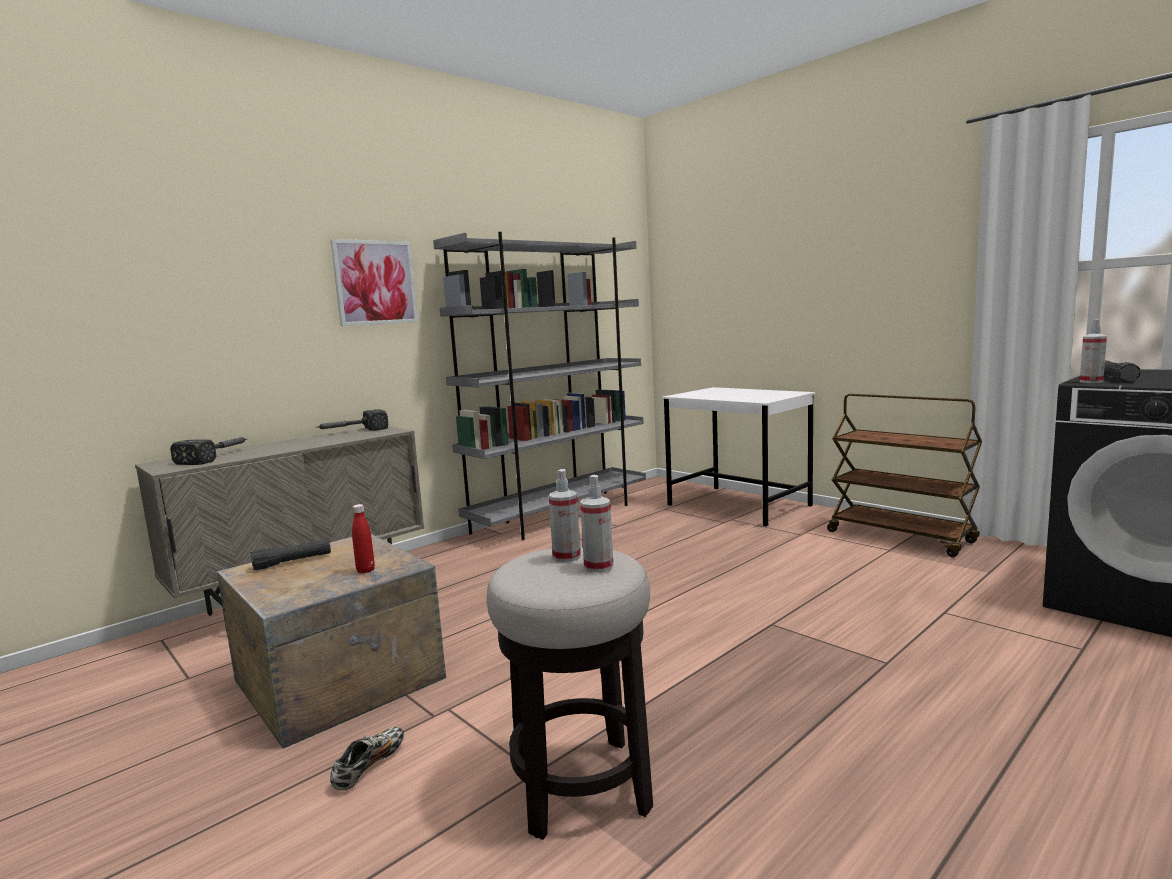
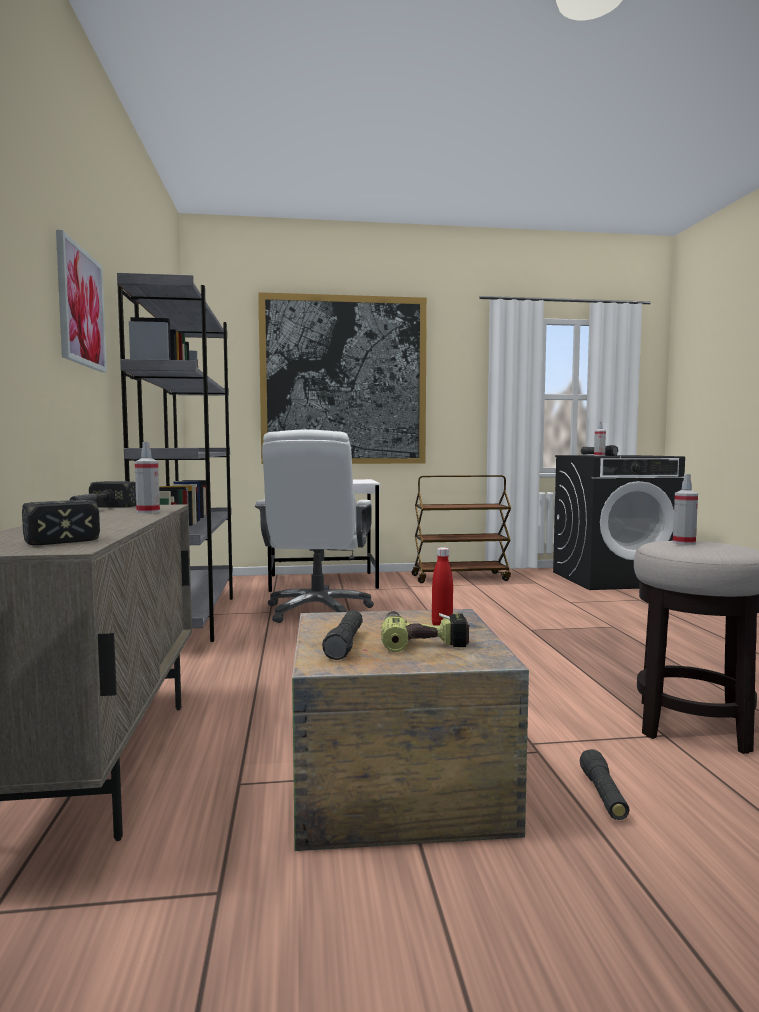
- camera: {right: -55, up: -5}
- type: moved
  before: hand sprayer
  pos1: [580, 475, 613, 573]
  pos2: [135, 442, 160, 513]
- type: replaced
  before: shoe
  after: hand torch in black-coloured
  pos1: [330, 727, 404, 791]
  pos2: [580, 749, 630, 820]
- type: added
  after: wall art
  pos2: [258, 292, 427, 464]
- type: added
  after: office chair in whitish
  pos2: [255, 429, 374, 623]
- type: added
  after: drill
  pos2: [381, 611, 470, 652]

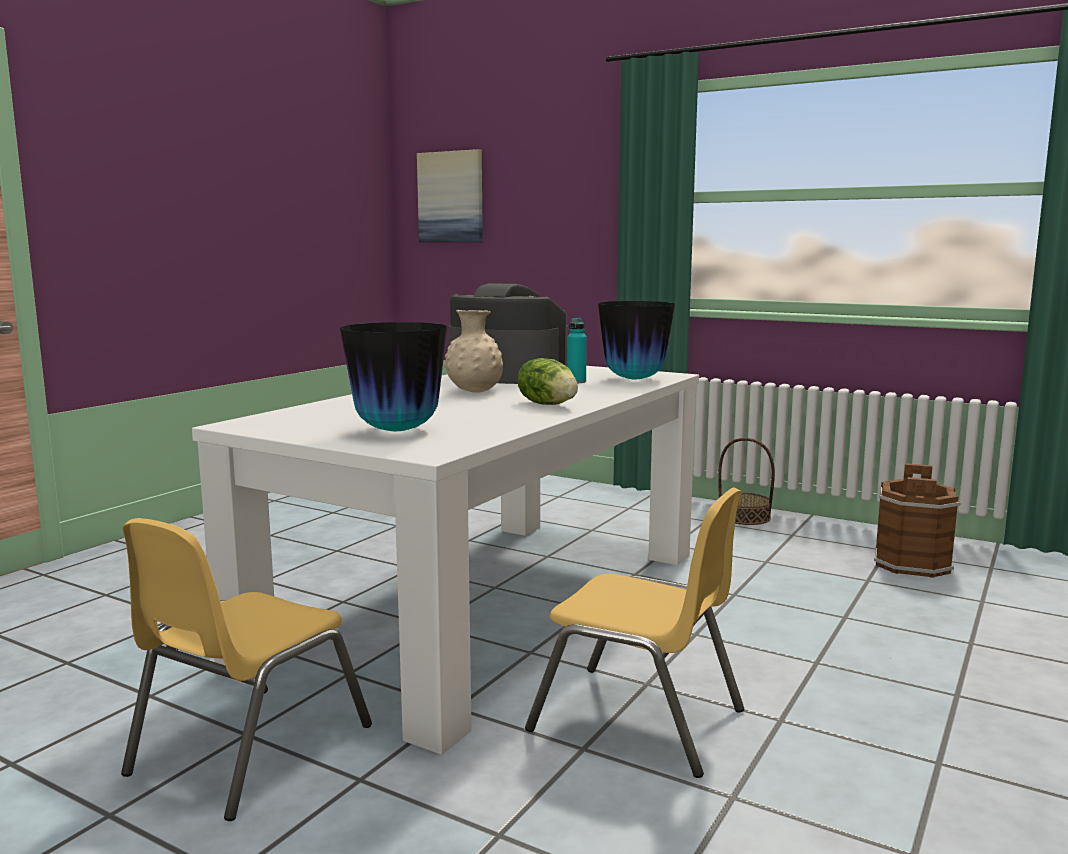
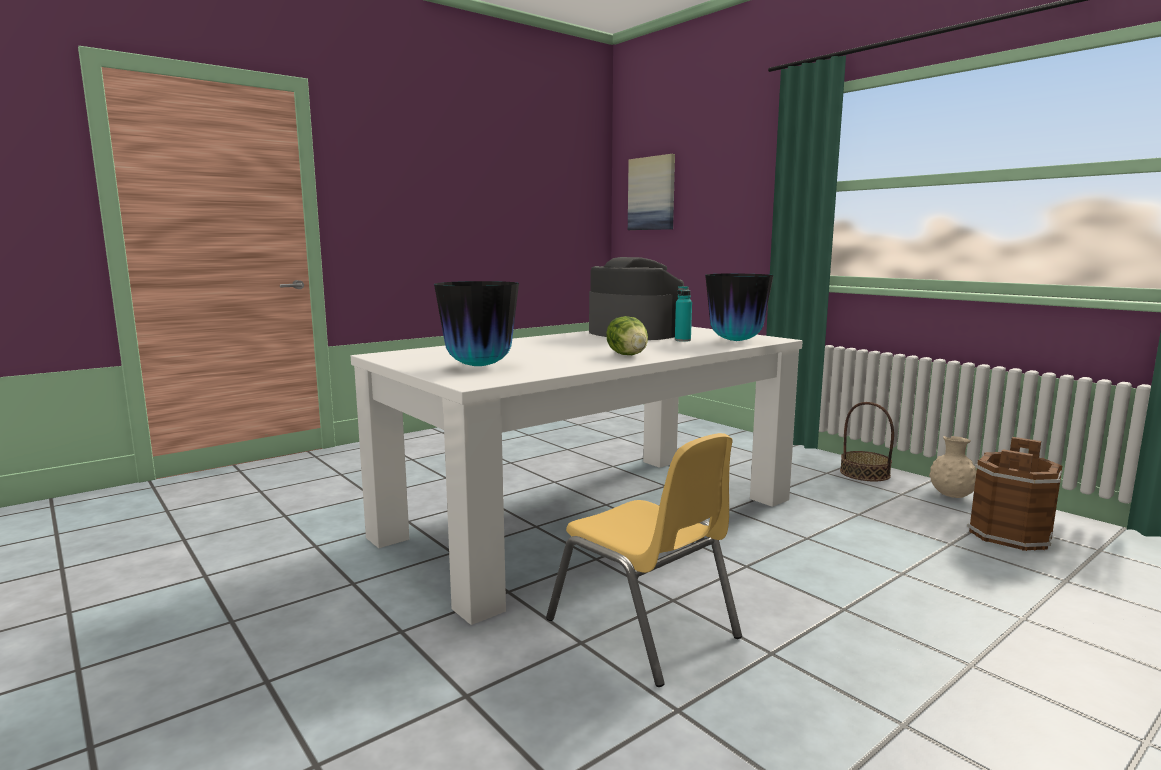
- camera: {right: 20, up: 0}
- type: moved
  before: vase in beige
  pos1: [444, 310, 503, 393]
  pos2: [929, 436, 976, 498]
- type: removed
  before: plain chair in yellow-coloured
  pos1: [121, 518, 372, 821]

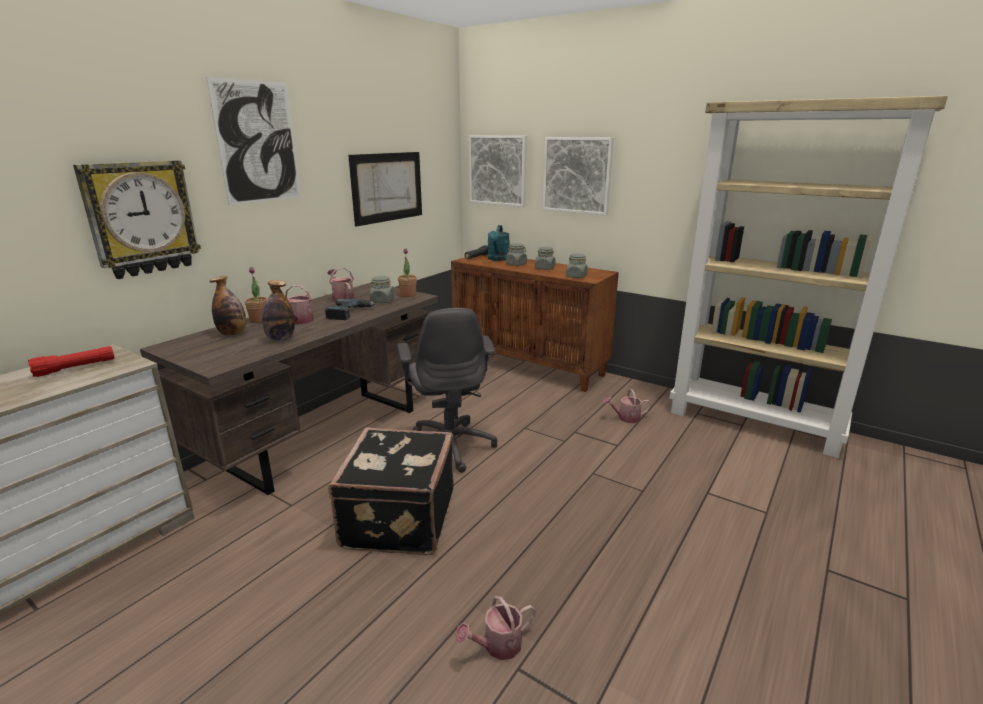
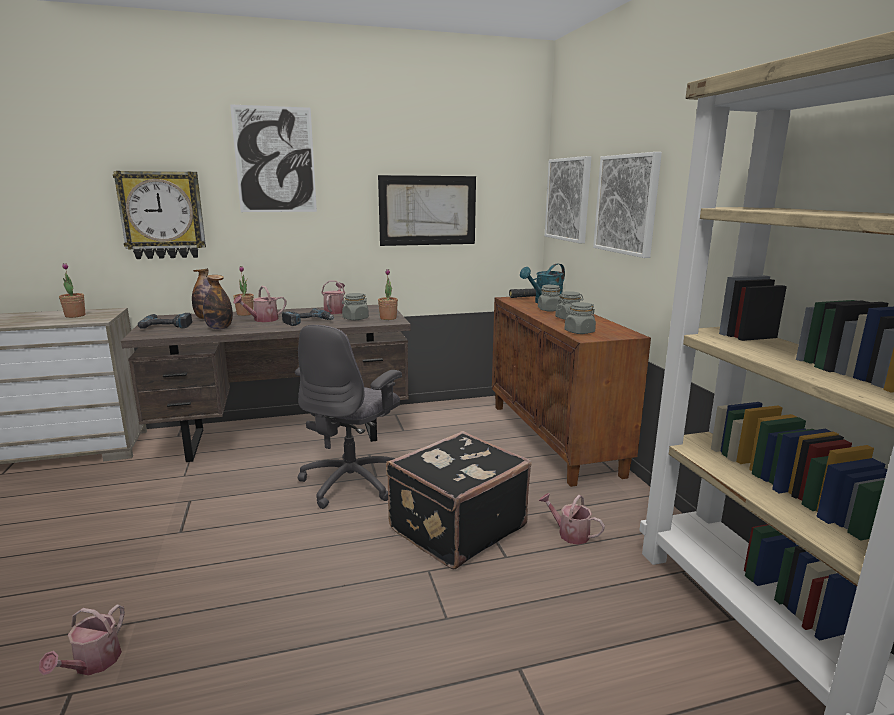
- camera: {right: 40, up: -5}
- type: replaced
  before: hand torch in red
  after: plant in a pot
  pos1: [28, 346, 115, 377]
  pos2: [59, 263, 85, 318]
- type: moved
  before: piece of luggage in black-coloured
  pos1: [328, 427, 454, 555]
  pos2: [386, 431, 532, 569]
- type: turned
  before: sprinkling can
  pos1: [455, 596, 536, 660]
  pos2: [39, 604, 125, 676]
  turn: -90
- type: added
  after: drill
  pos2: [138, 313, 192, 329]

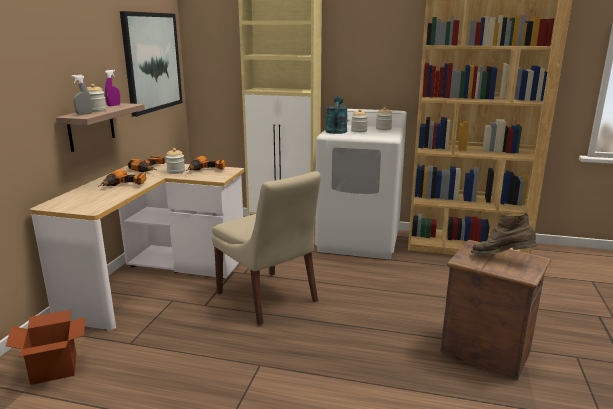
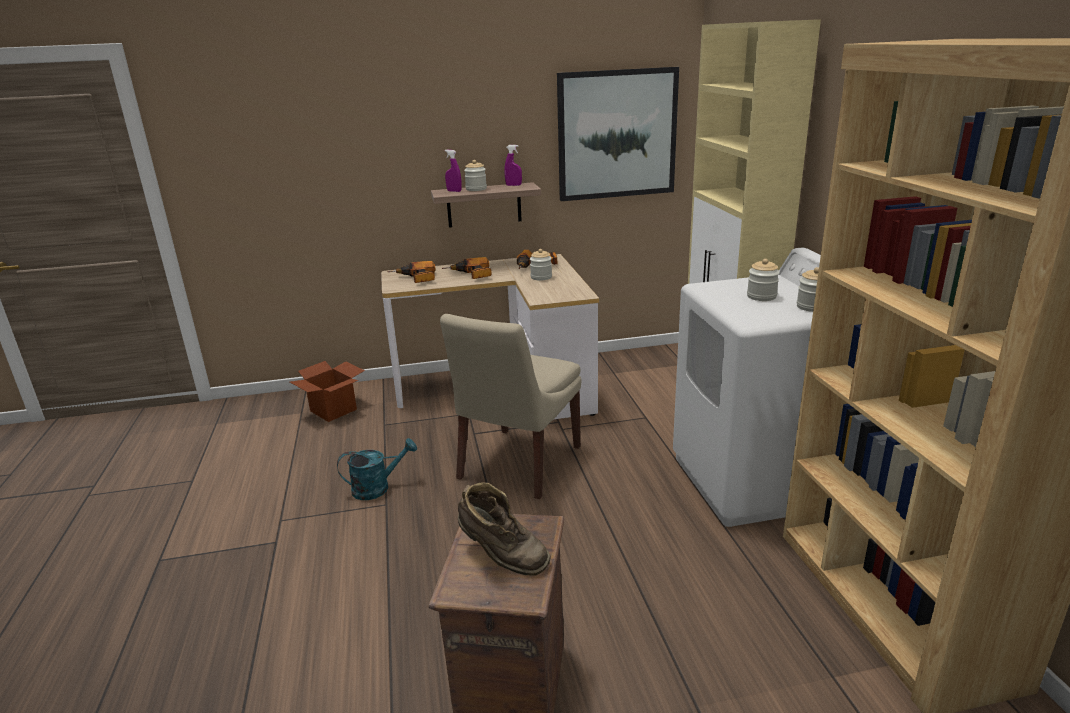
- camera: {right: 65, up: 5}
- type: recoloured
  before: hand sprayer in gray
  after: hand sprayer in purple-coloured
  pos1: [72, 75, 92, 115]
  pos2: [445, 150, 461, 192]
- type: moved
  before: sprinkling can in turquoise
  pos1: [325, 96, 348, 134]
  pos2: [337, 438, 417, 500]
- type: moved
  before: drill
  pos1: [186, 156, 225, 171]
  pos2: [387, 261, 436, 283]
- type: turned
  before: high-top boot in brown-coloured
  pos1: [471, 213, 537, 255]
  pos2: [458, 483, 550, 575]
  turn: 120

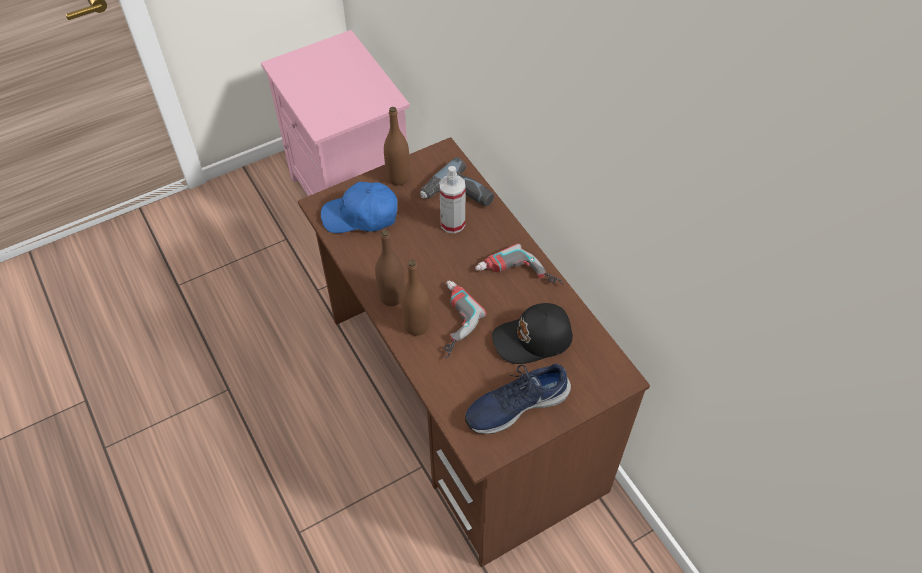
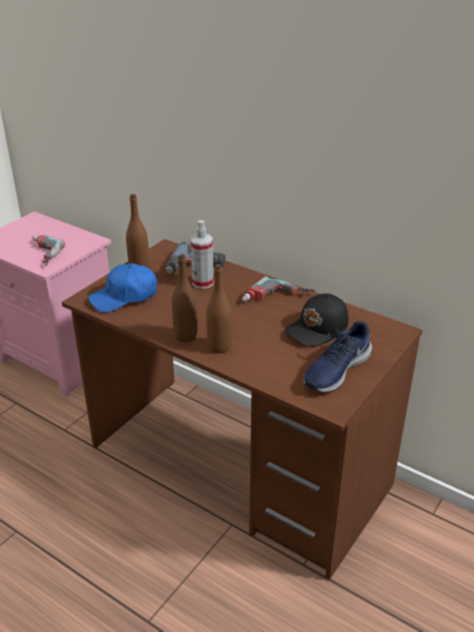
- camera: {right: -25, up: -20}
- type: moved
  before: drill
  pos1: [444, 281, 486, 359]
  pos2: [32, 235, 65, 267]

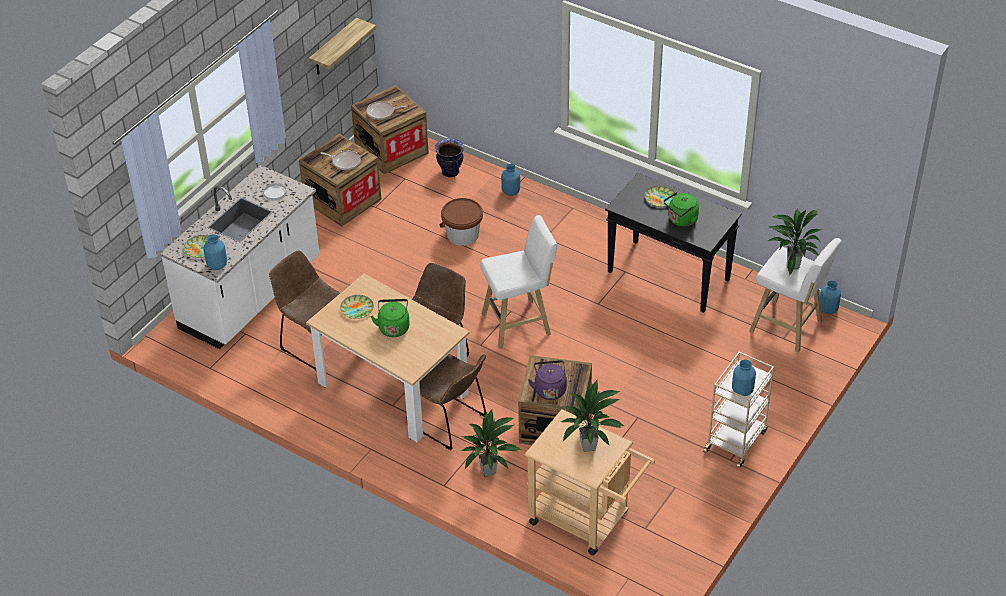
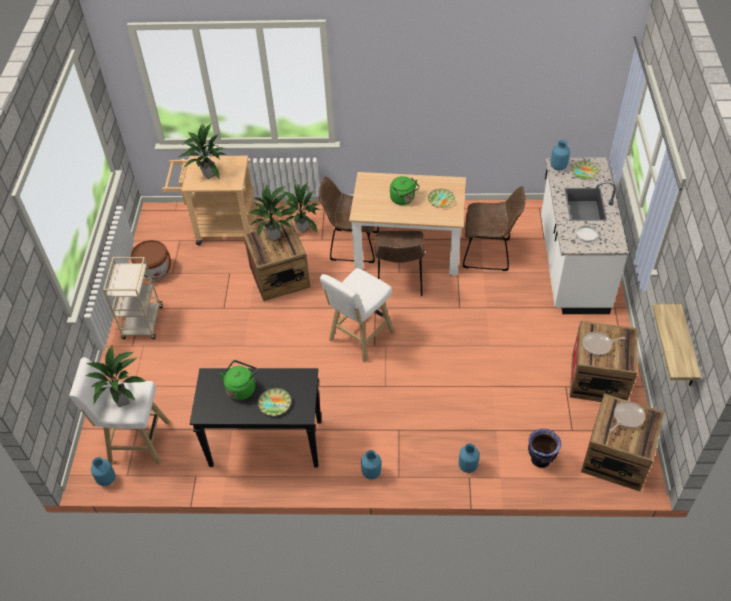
- camera: {right: 150, up: 5}
- type: moved
  before: bucket in brown-coloured
  pos1: [440, 198, 483, 246]
  pos2: [131, 240, 171, 281]
- type: moved
  before: vase in bluish
  pos1: [732, 359, 756, 396]
  pos2: [361, 450, 382, 480]
- type: replaced
  before: tea kettle in purple-coloured
  after: plant in a pot
  pos1: [528, 360, 567, 400]
  pos2: [249, 185, 297, 241]

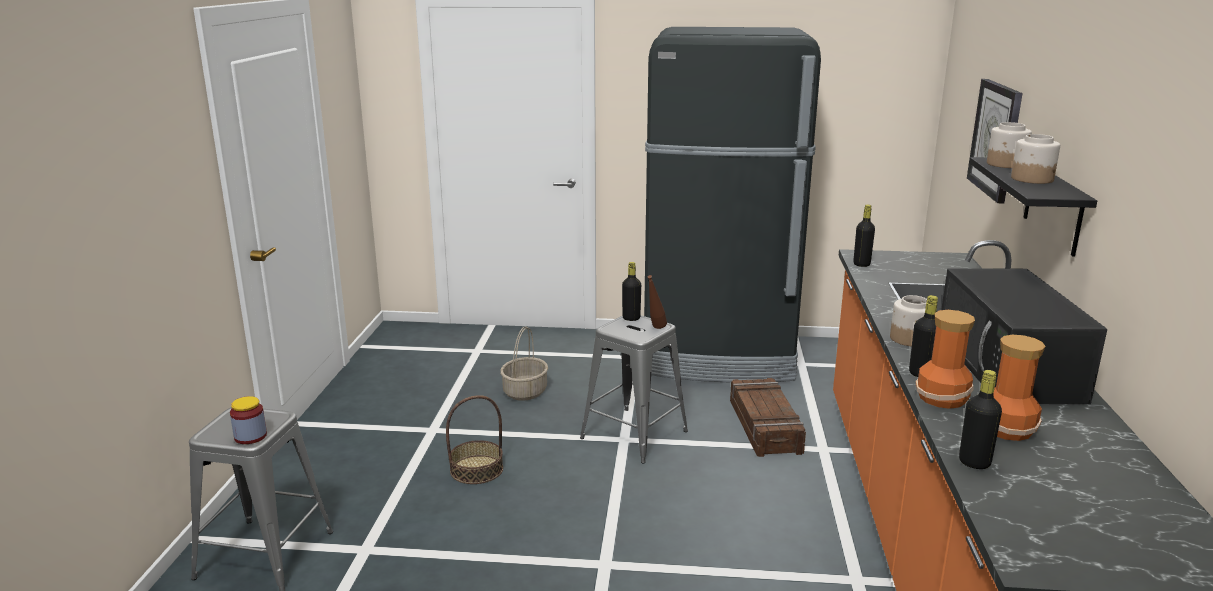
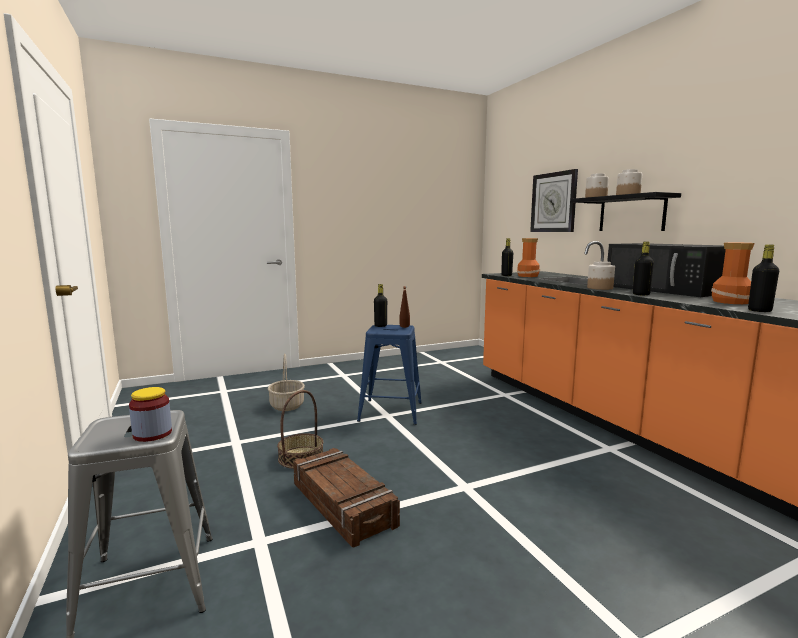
- camera: {right: -30, up: -10}
- type: removed
  before: refrigerator in black-coloured
  pos1: [644, 27, 821, 383]
- type: moved
  before: vase
  pos1: [916, 310, 975, 409]
  pos2: [517, 238, 540, 277]
- type: recoloured
  before: stool seat in gray
  after: stool seat in bluish
  pos1: [580, 315, 688, 464]
  pos2: [357, 325, 422, 425]
- type: moved
  before: packing crate
  pos1: [730, 378, 806, 457]
  pos2: [293, 448, 400, 547]

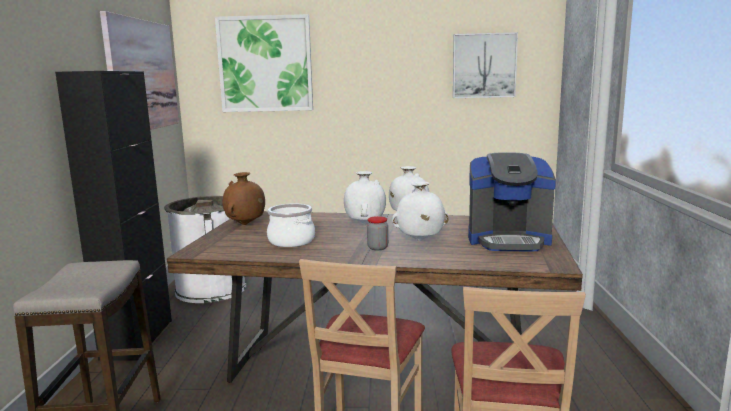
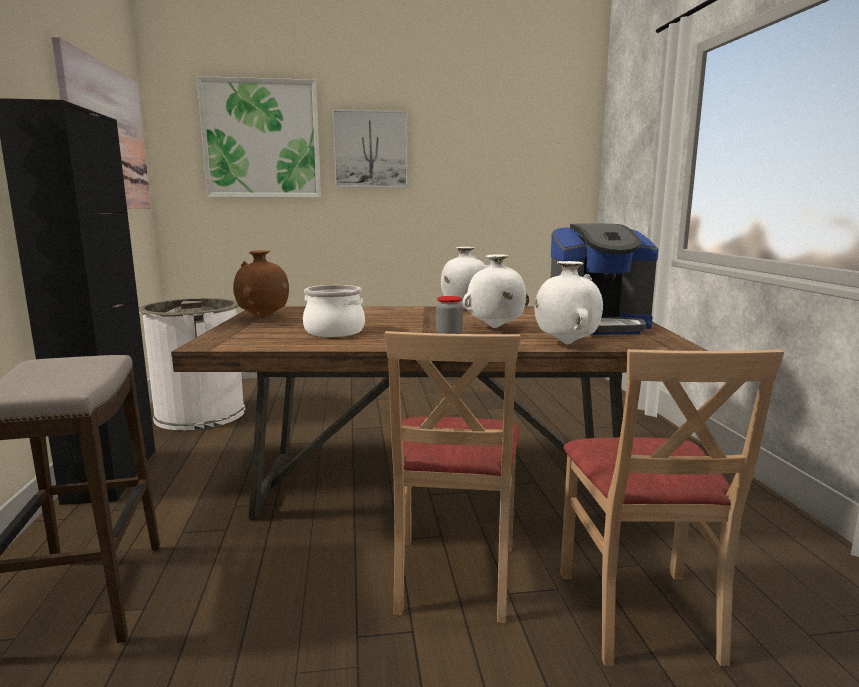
- camera: {right: -10, up: 0}
- type: moved
  before: wall art
  pos1: [453, 32, 518, 98]
  pos2: [332, 109, 408, 187]
- type: moved
  before: vase in whitish
  pos1: [344, 171, 386, 224]
  pos2: [535, 261, 603, 344]

